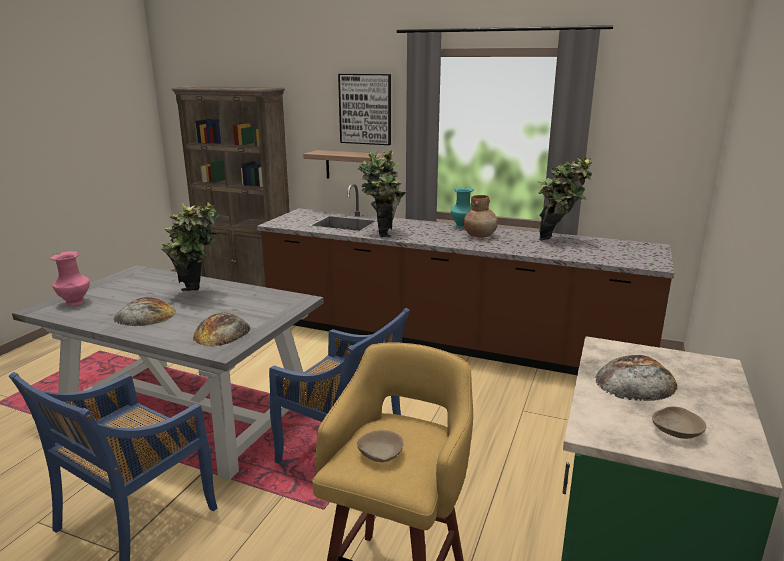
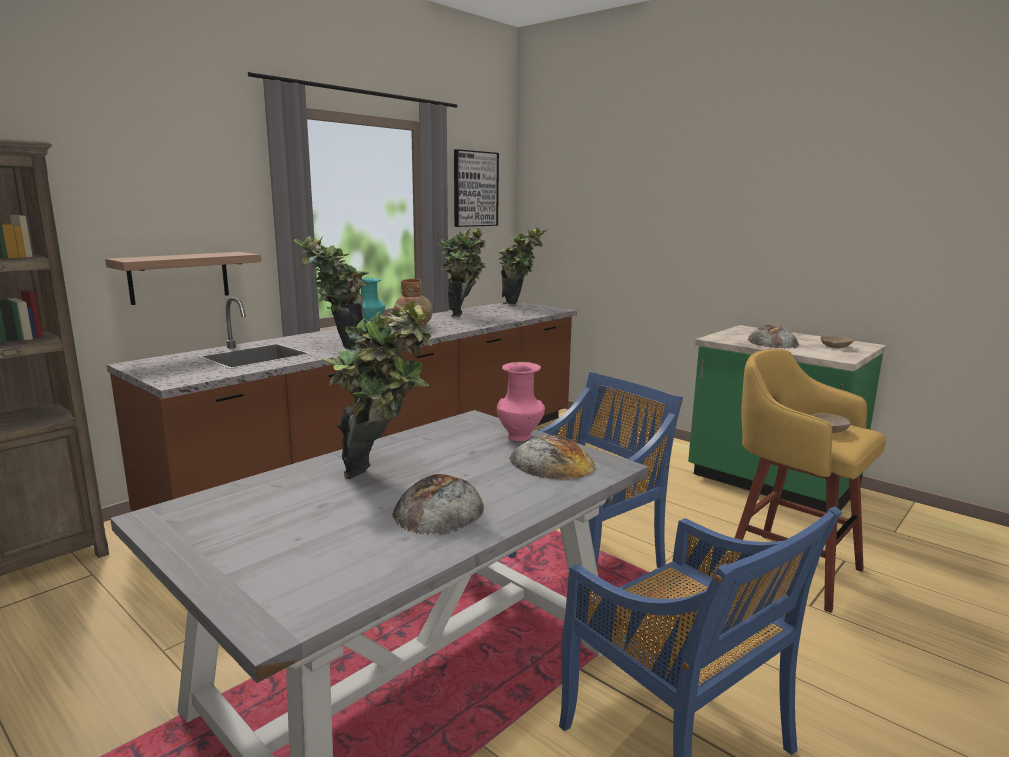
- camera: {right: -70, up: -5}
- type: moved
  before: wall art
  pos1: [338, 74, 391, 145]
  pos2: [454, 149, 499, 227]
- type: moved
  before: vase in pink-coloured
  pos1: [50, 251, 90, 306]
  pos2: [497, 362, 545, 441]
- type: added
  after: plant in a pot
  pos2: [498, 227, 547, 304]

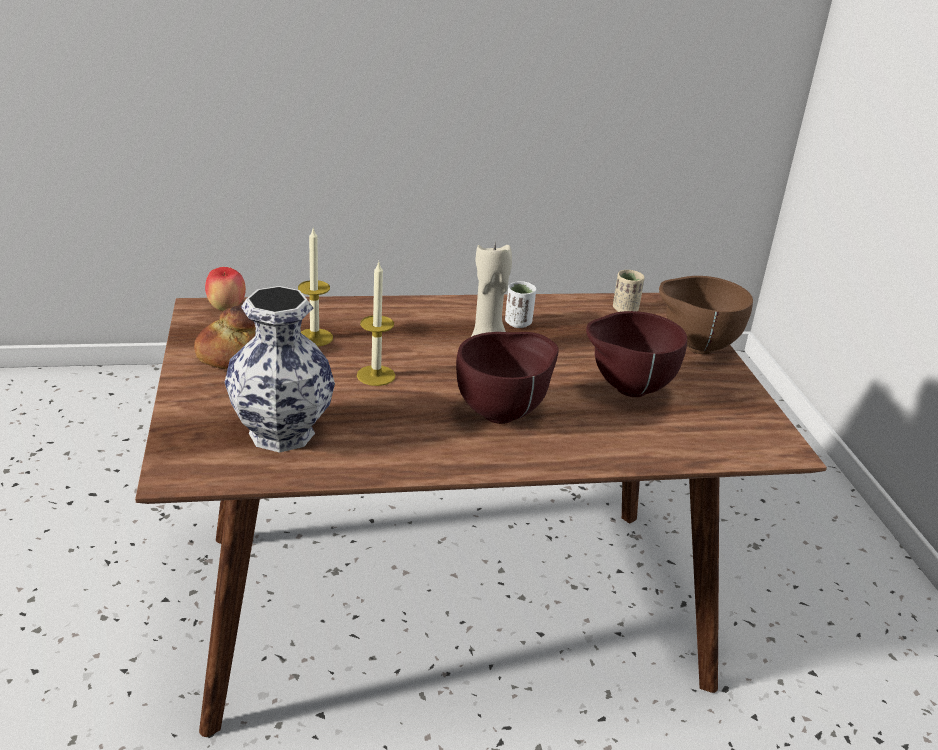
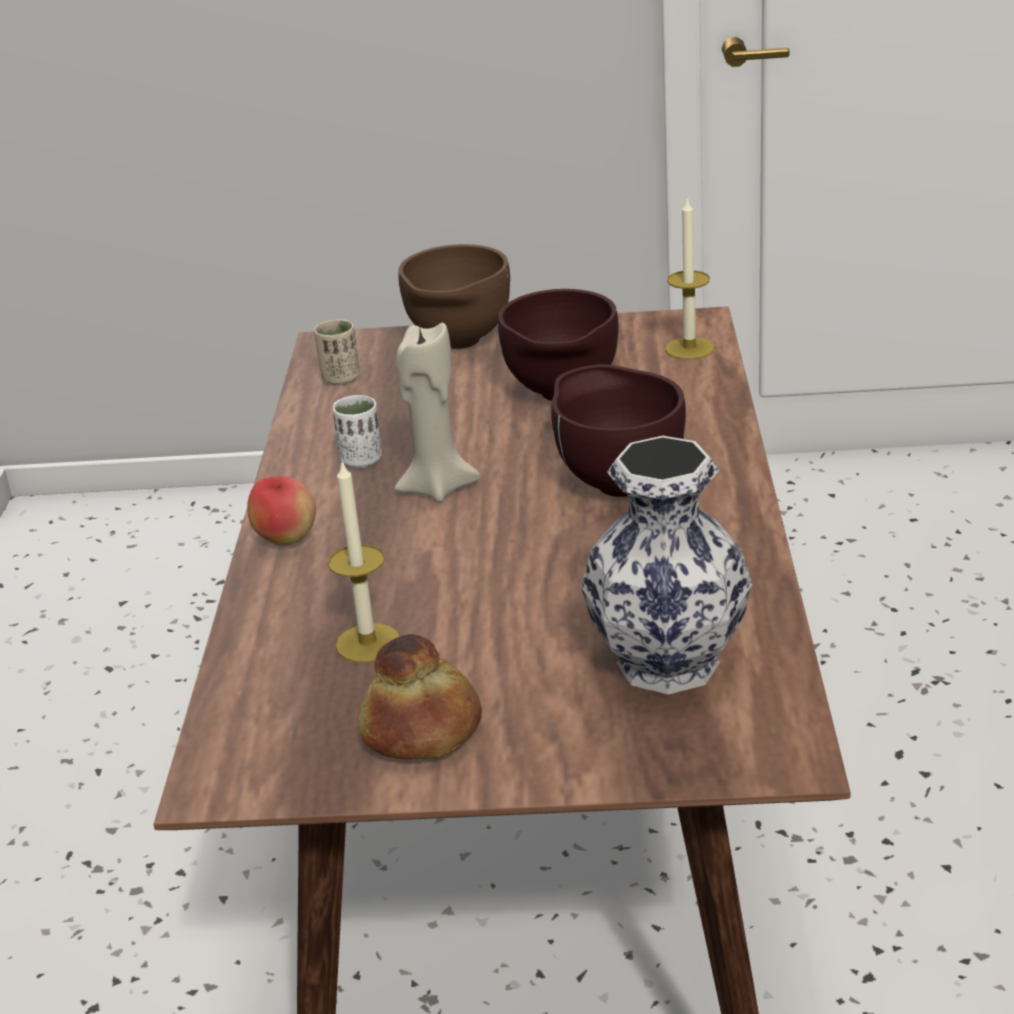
- camera: {right: -75, up: 0}
- type: moved
  before: wax candle
  pos1: [357, 262, 395, 386]
  pos2: [665, 197, 714, 360]
- type: moved
  before: apple fruit
  pos1: [205, 267, 246, 311]
  pos2: [247, 476, 316, 546]

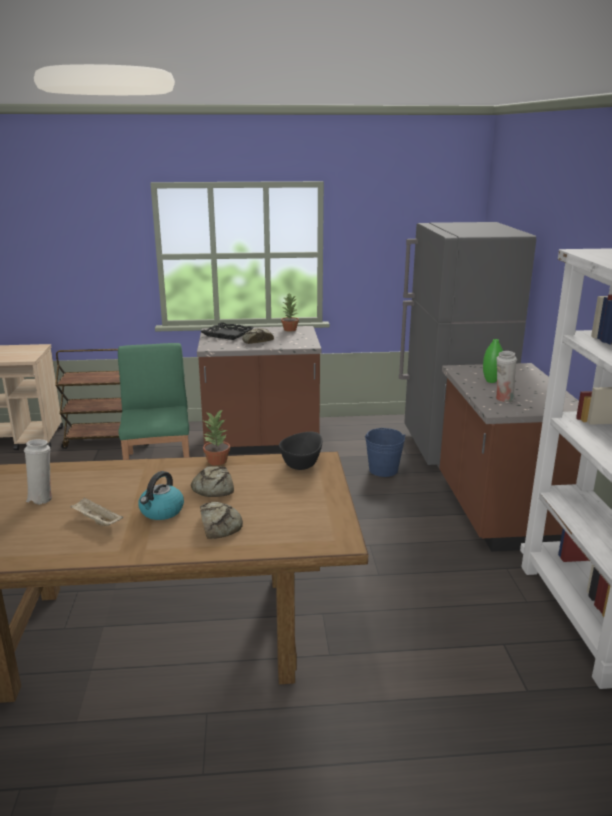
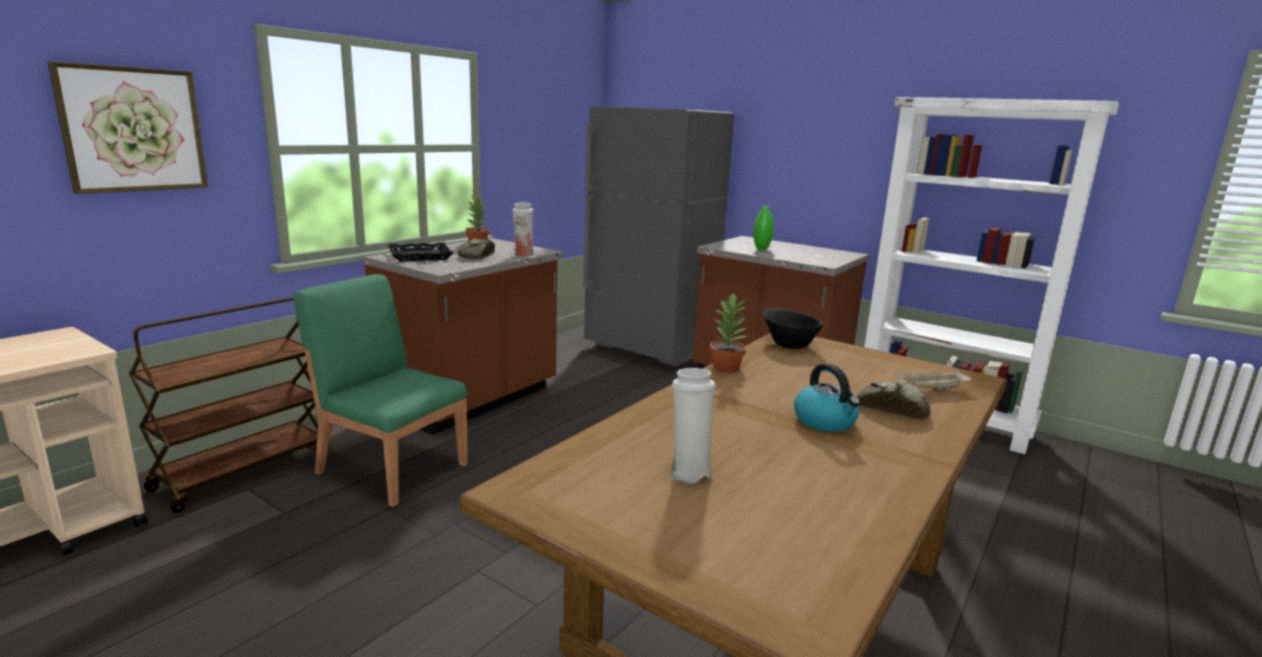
- camera: {right: -50, up: -5}
- type: moved
  before: vase in whitish
  pos1: [496, 351, 517, 402]
  pos2: [512, 202, 535, 256]
- type: removed
  before: bucket in bluish
  pos1: [365, 428, 405, 477]
- type: removed
  before: bakery bread
  pos1: [191, 466, 234, 497]
- type: moved
  before: carrying tray in beige
  pos1: [70, 497, 123, 526]
  pos2: [895, 370, 972, 392]
- type: added
  after: wall art
  pos2: [48, 61, 208, 194]

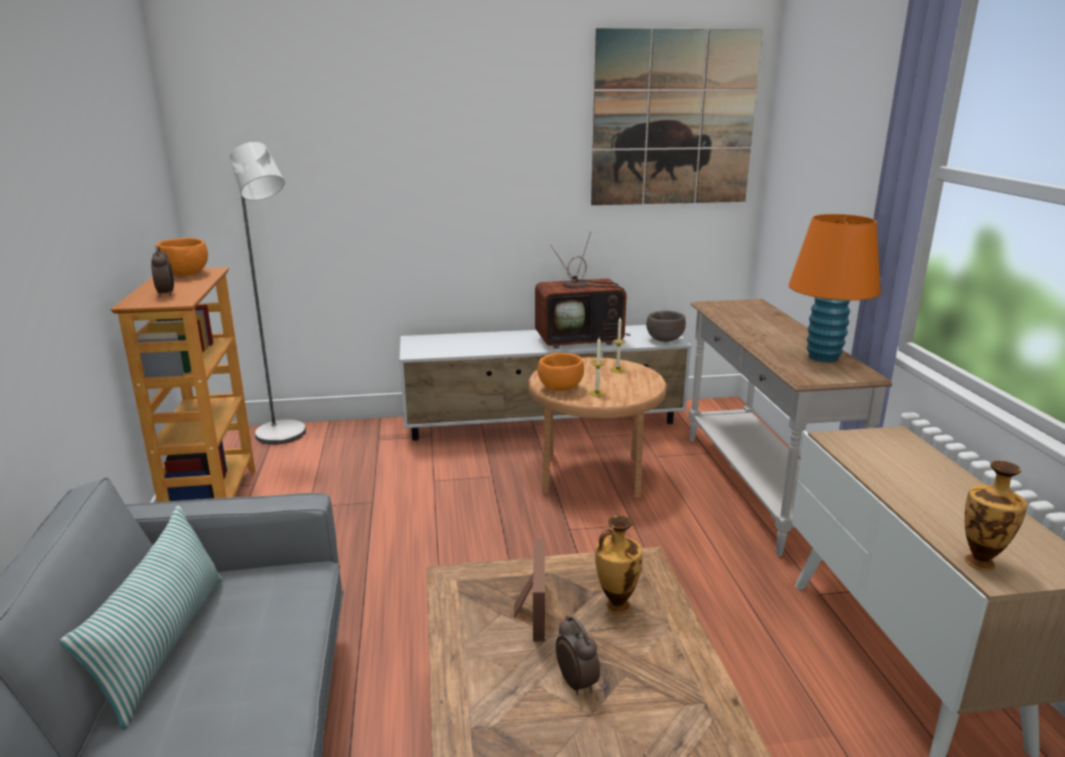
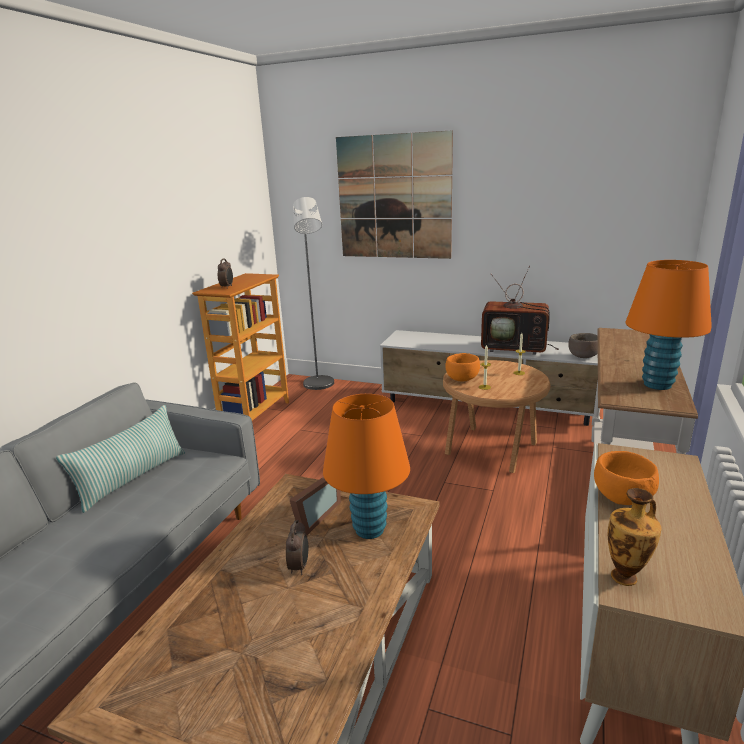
- camera: {right: 30, up: 0}
- type: moved
  before: wall art
  pos1: [591, 28, 763, 205]
  pos2: [336, 130, 453, 259]
- type: moved
  before: serving bowl in orangey
  pos1: [156, 238, 208, 276]
  pos2: [594, 451, 659, 505]
- type: replaced
  before: vase
  after: tabletop lamp in orangey
  pos1: [595, 515, 642, 614]
  pos2: [323, 394, 410, 539]

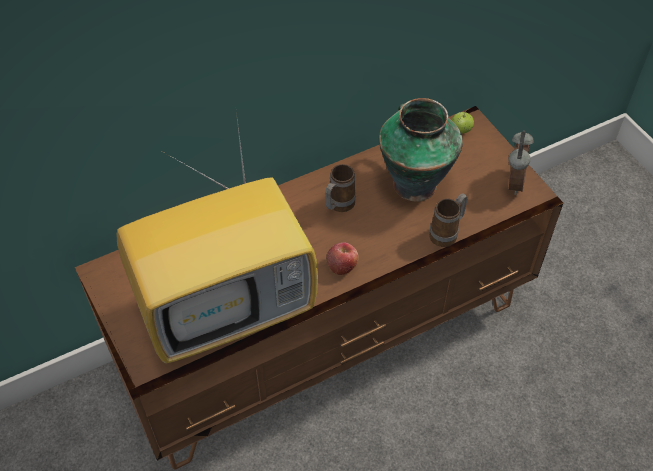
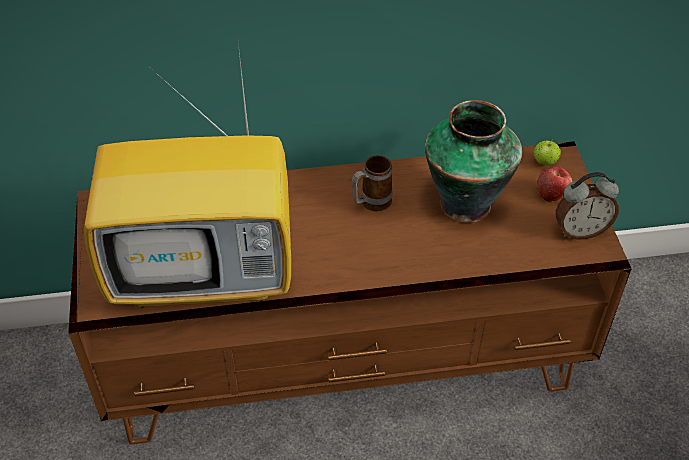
- camera: {right: 20, up: -5}
- type: turned
  before: table clock
  pos1: [509, 130, 534, 195]
  pos2: [556, 172, 619, 240]
  turn: 45
- type: removed
  before: mug
  pos1: [429, 193, 468, 247]
- type: moved
  before: apple fruit
  pos1: [326, 242, 359, 275]
  pos2: [537, 167, 572, 202]

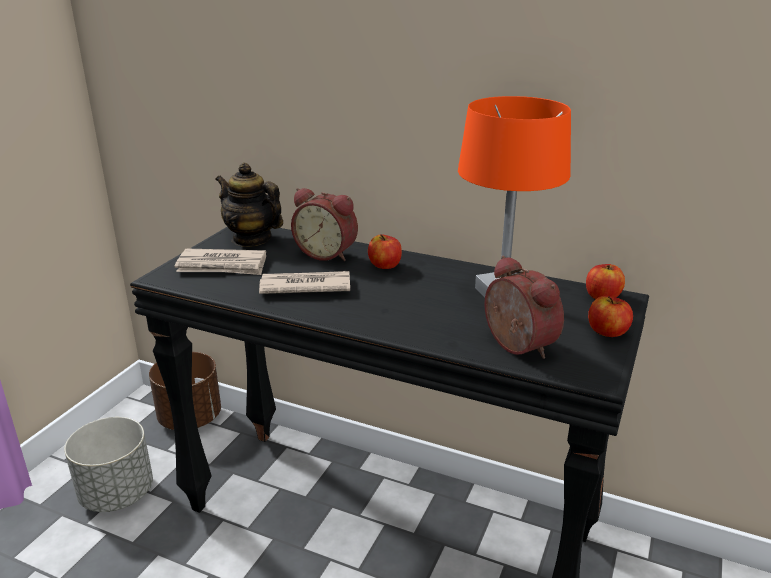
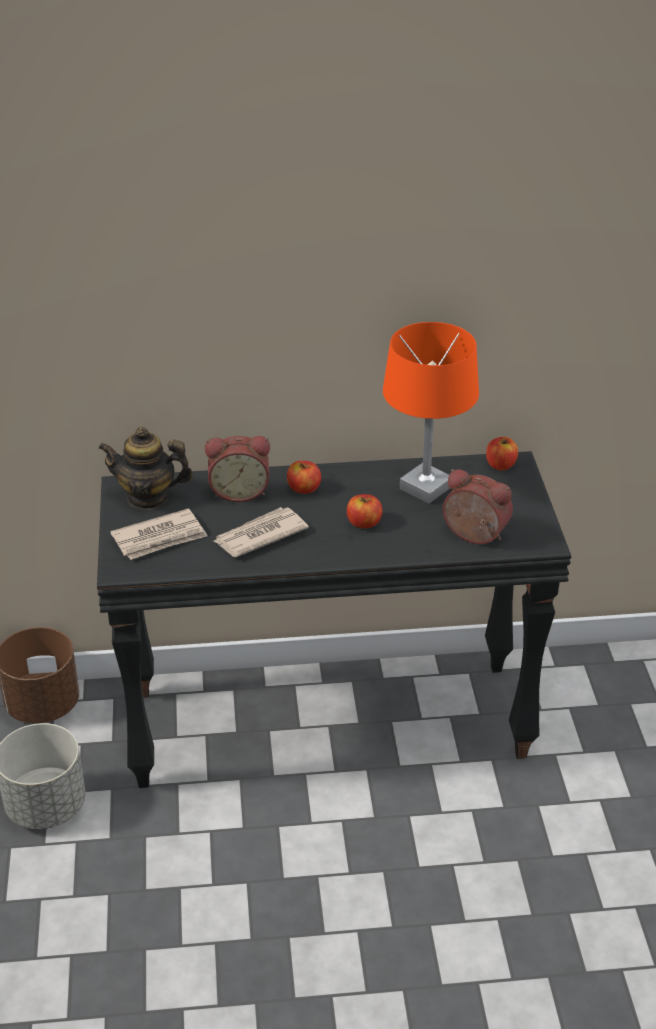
- camera: {right: -30, up: 10}
- type: moved
  before: apple fruit
  pos1: [588, 296, 633, 337]
  pos2: [347, 494, 382, 529]

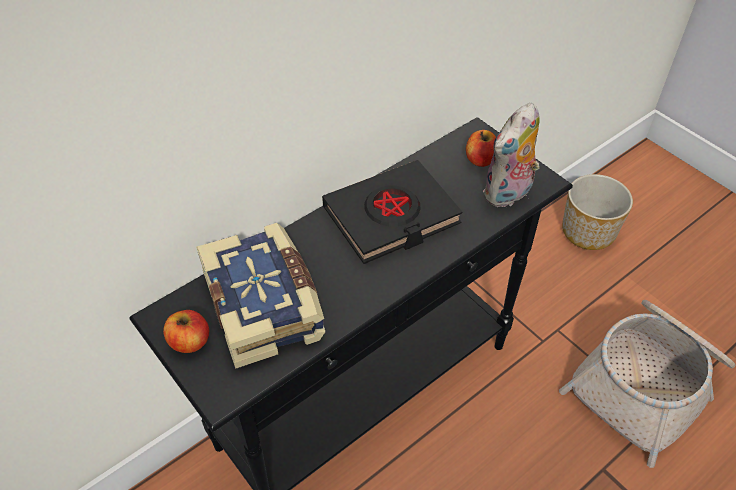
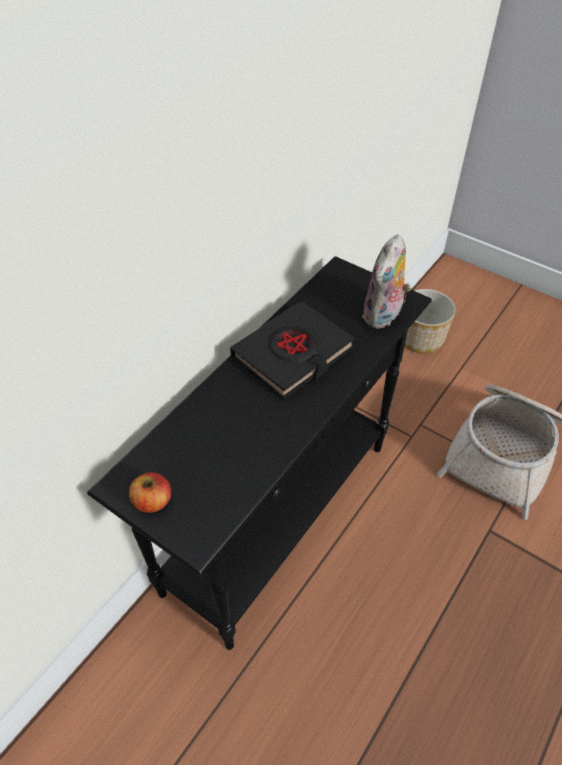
- camera: {right: -15, up: 0}
- type: removed
  before: apple fruit
  pos1: [466, 130, 496, 167]
- type: removed
  before: bound book
  pos1: [196, 223, 325, 369]

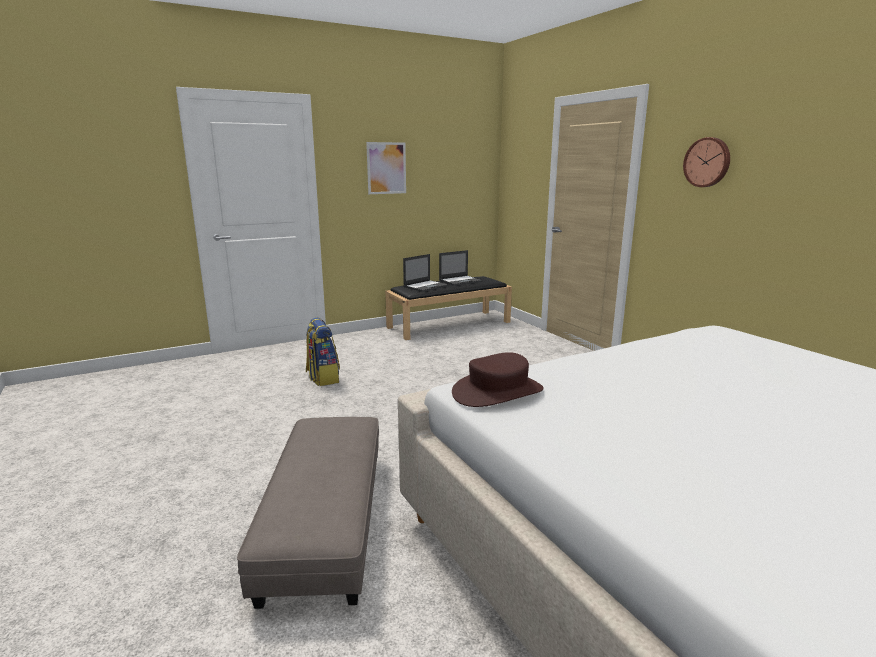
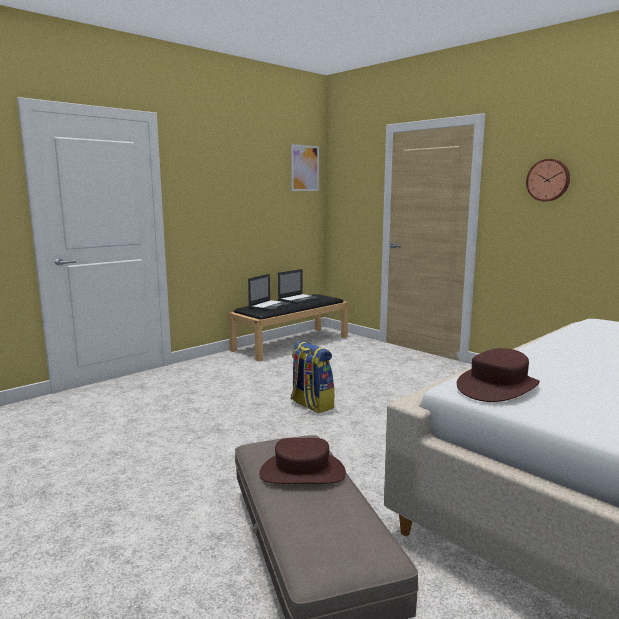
- camera: {right: -15, up: -5}
- type: moved
  before: wall art
  pos1: [366, 142, 406, 194]
  pos2: [291, 144, 319, 191]
- type: moved
  before: rucksack
  pos1: [306, 317, 340, 386]
  pos2: [291, 341, 334, 413]
- type: added
  after: hat in brown-coloured
  pos2: [259, 438, 346, 484]

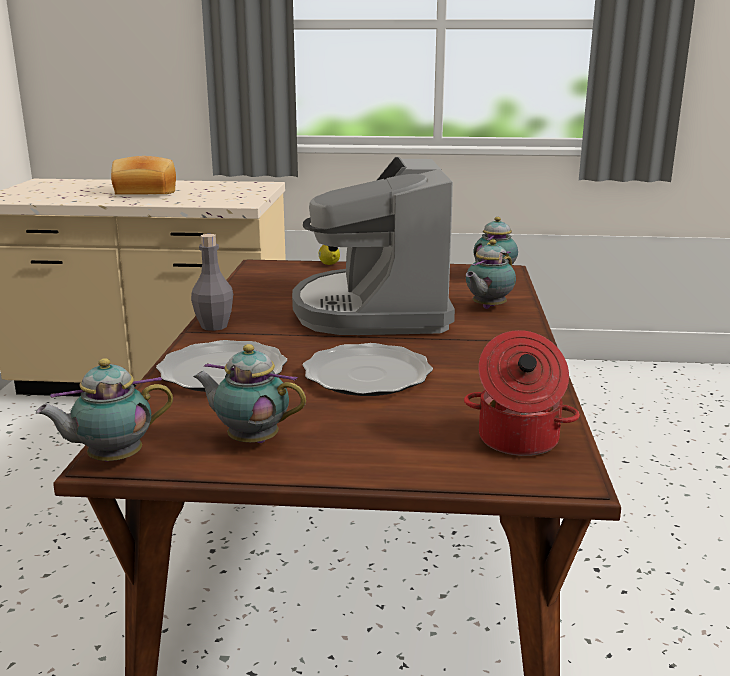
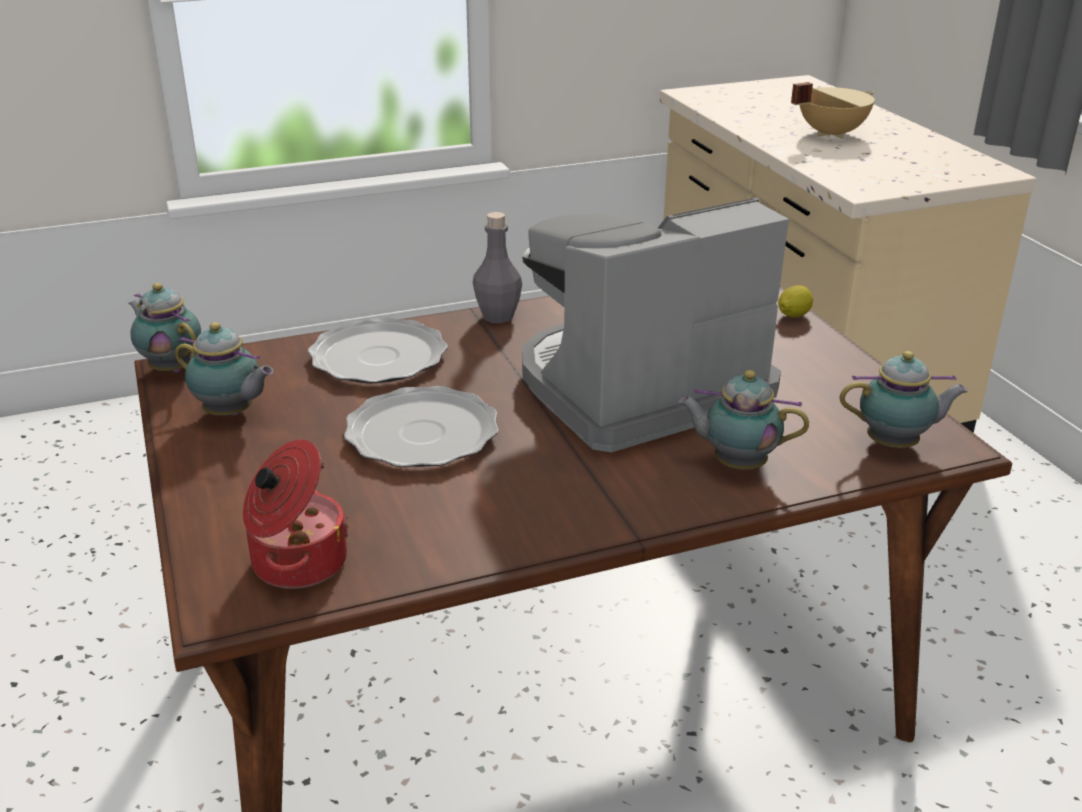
- camera: {right: 65, up: 10}
- type: replaced
  before: bakery bread
  after: saucepot in beige
  pos1: [111, 156, 176, 195]
  pos2: [791, 82, 875, 139]
- type: turned
  before: pot for tea
  pos1: [193, 344, 306, 443]
  pos2: [175, 322, 274, 416]
  turn: 120

